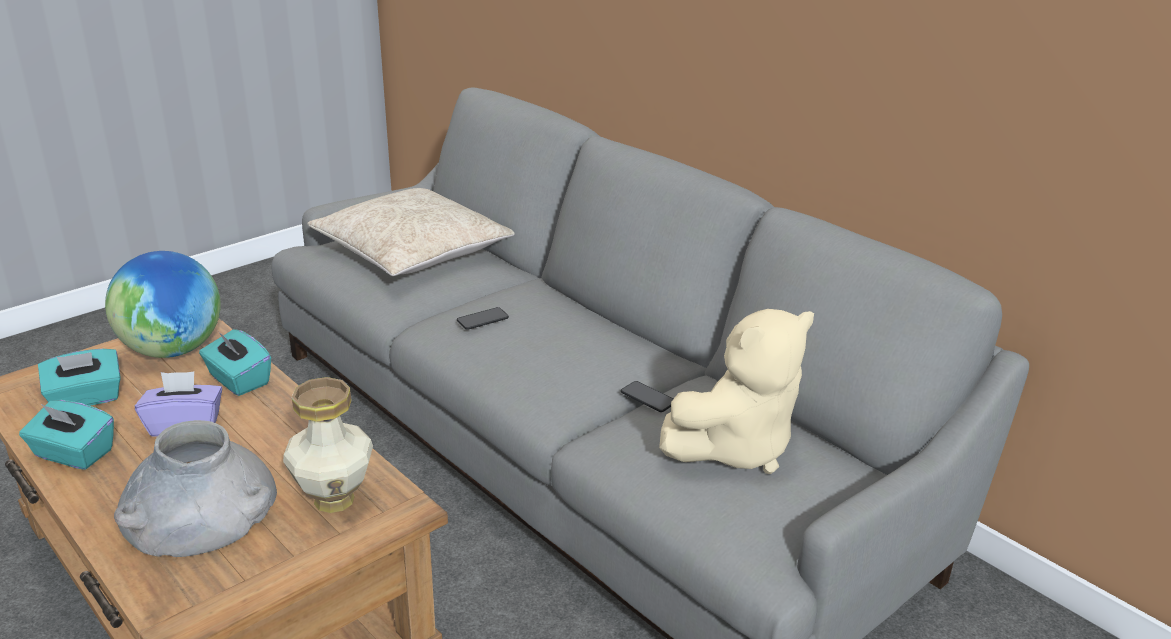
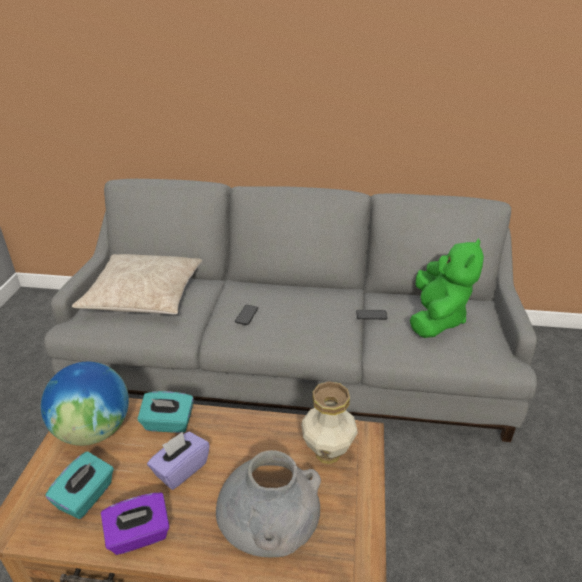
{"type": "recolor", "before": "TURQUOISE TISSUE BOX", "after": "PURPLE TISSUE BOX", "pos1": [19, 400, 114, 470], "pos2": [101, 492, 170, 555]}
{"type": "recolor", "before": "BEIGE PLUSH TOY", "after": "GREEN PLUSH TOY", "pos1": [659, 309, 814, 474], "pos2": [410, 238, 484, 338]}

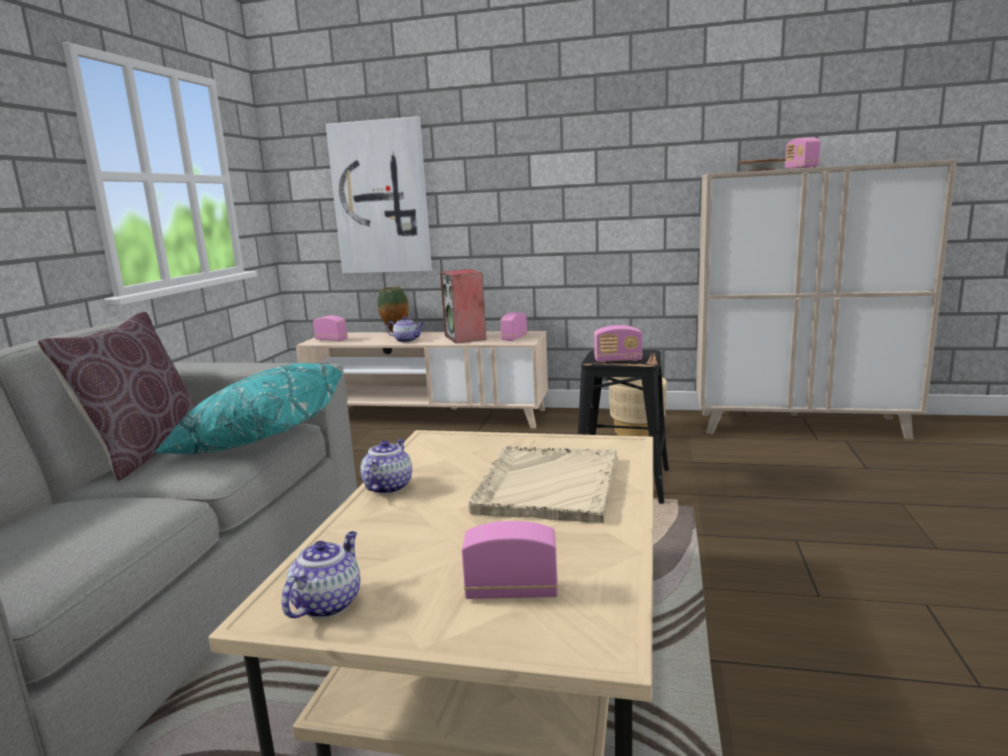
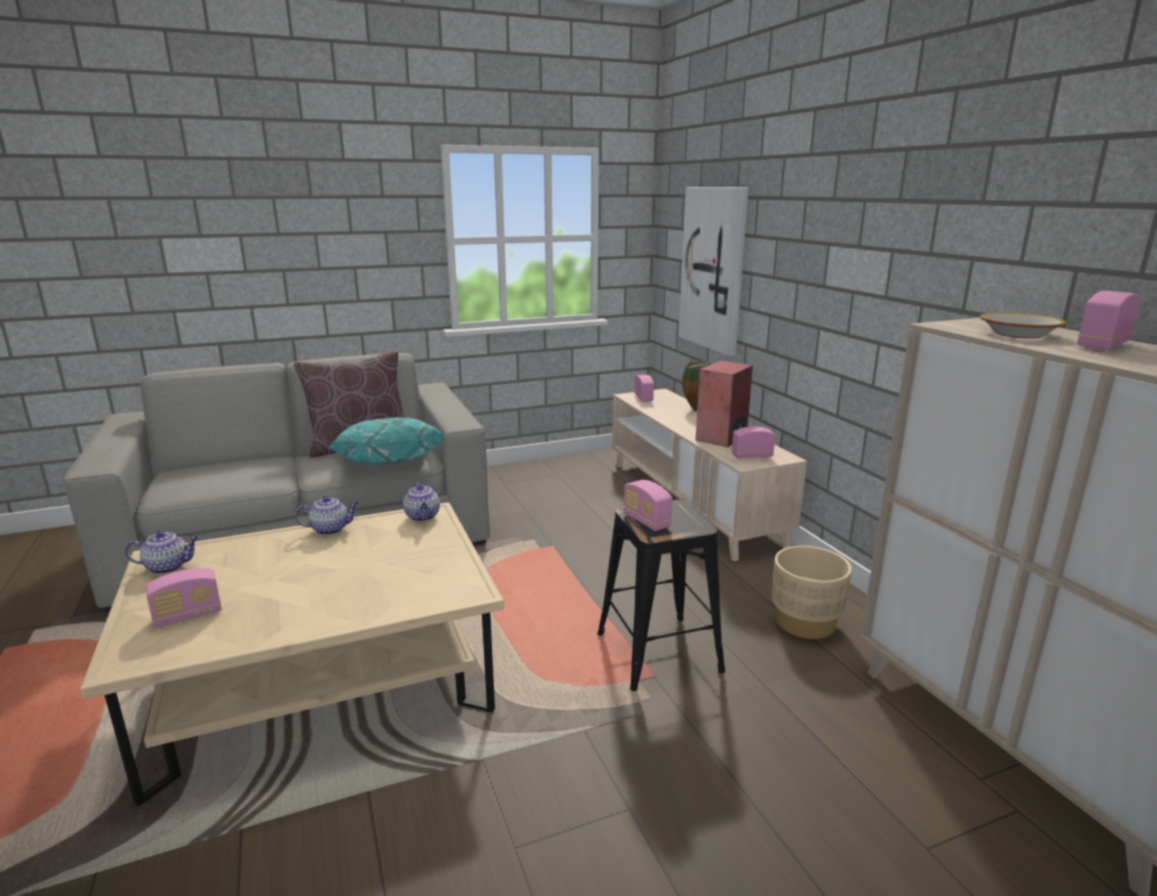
{"type": "delete", "before": "BEIGE TRAY", "pos1": [468, 446, 617, 523]}
{"type": "move", "before": "TEAPOT", "pos1": [386, 317, 424, 342], "pos2": [403, 482, 440, 522]}
{"type": "rotate", "before": "RADIO", "pos1": [462, 521, 558, 599], "pos2": [146, 568, 221, 628], "turn": 90}

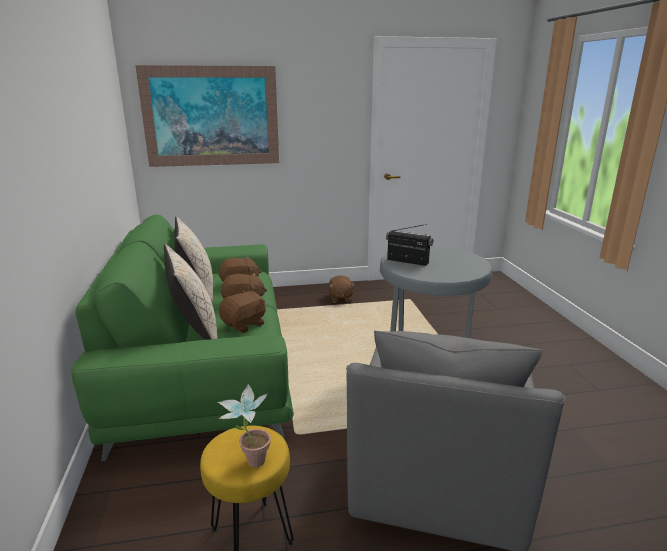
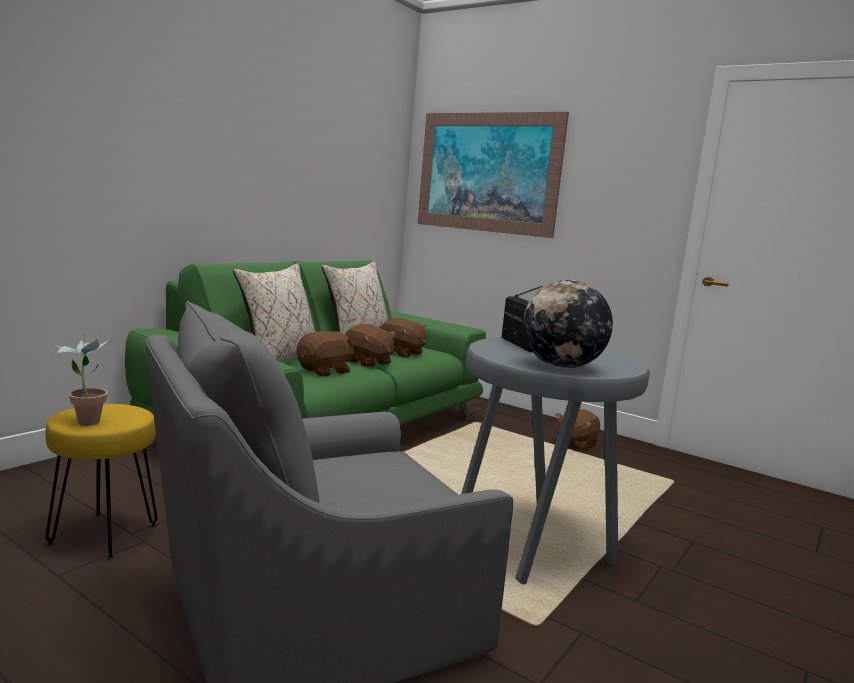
{"type": "insert", "after": "GLOBE", "pos2": [523, 280, 613, 368]}
{"type": "rotate", "before": "BROWN PLUSH TOY", "pos1": [219, 290, 266, 333], "pos2": [297, 331, 354, 377], "turn": -45}

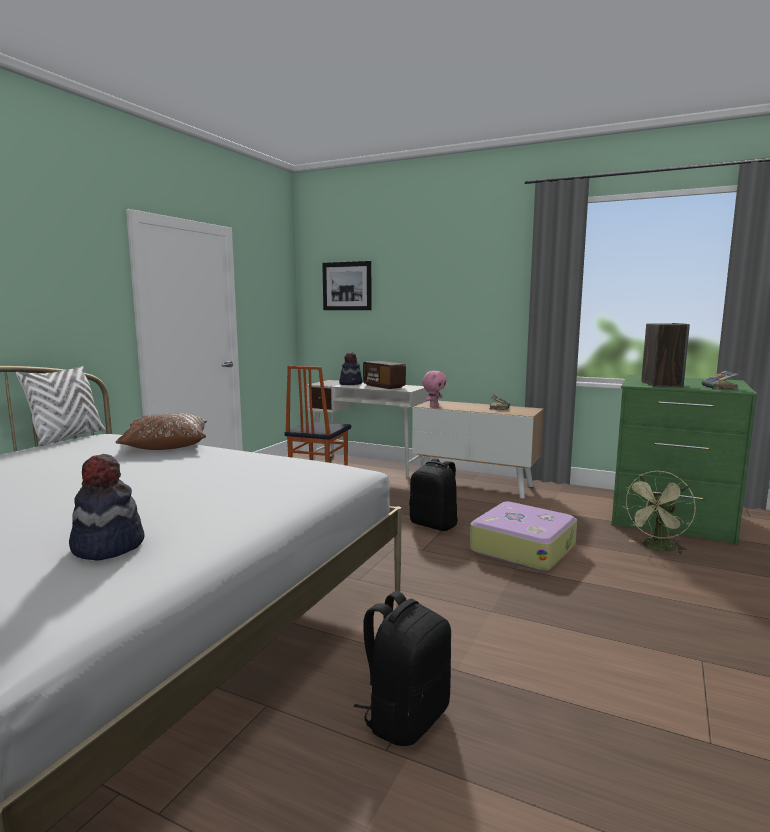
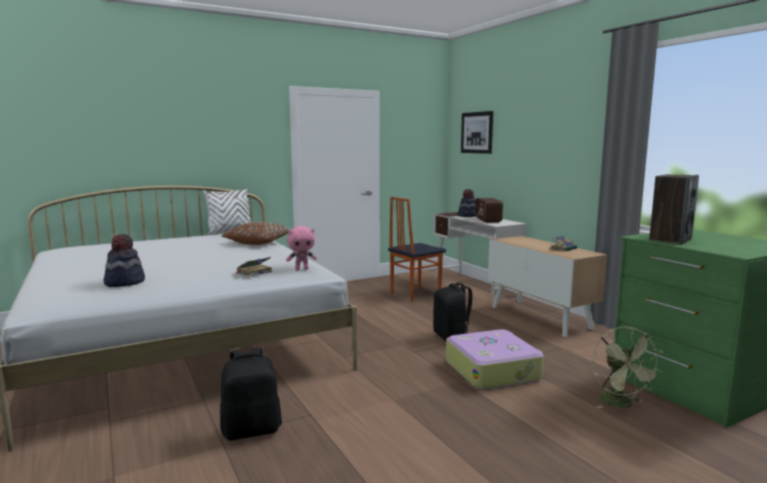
{"type": "move", "before": "PINK PLUSH TOY", "pos1": [422, 371, 447, 407], "pos2": [286, 226, 317, 270]}
{"type": "move", "before": "BOOK", "pos1": [702, 371, 739, 390], "pos2": [236, 257, 273, 277]}
{"type": "rotate", "before": "GREEN FAN", "pos1": [622, 471, 696, 555], "pos2": [592, 326, 663, 409], "turn": -90}

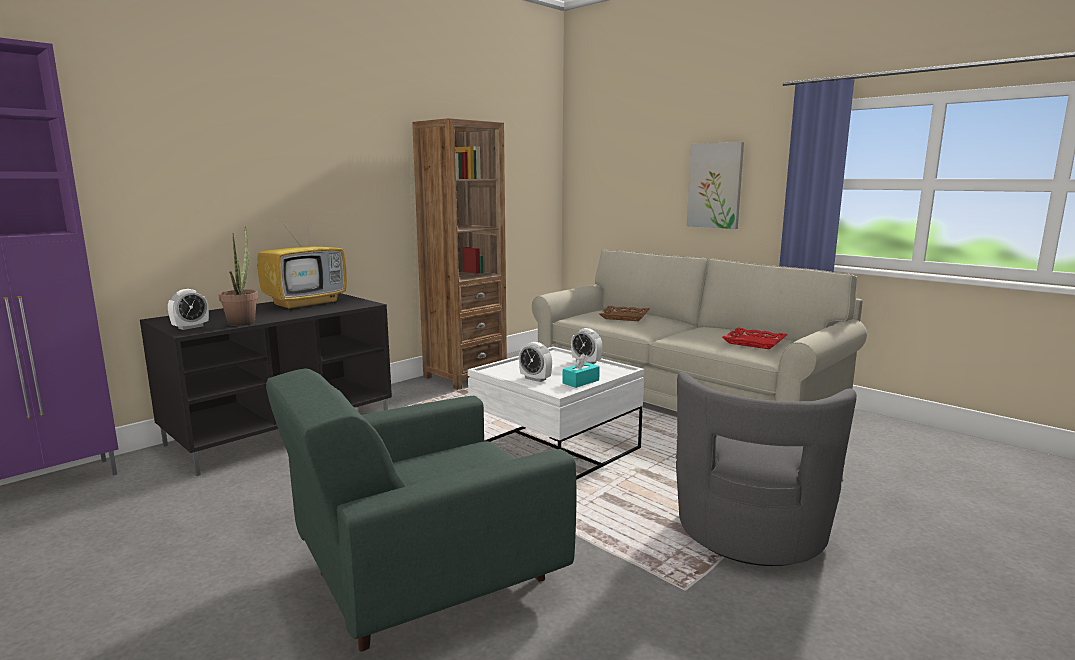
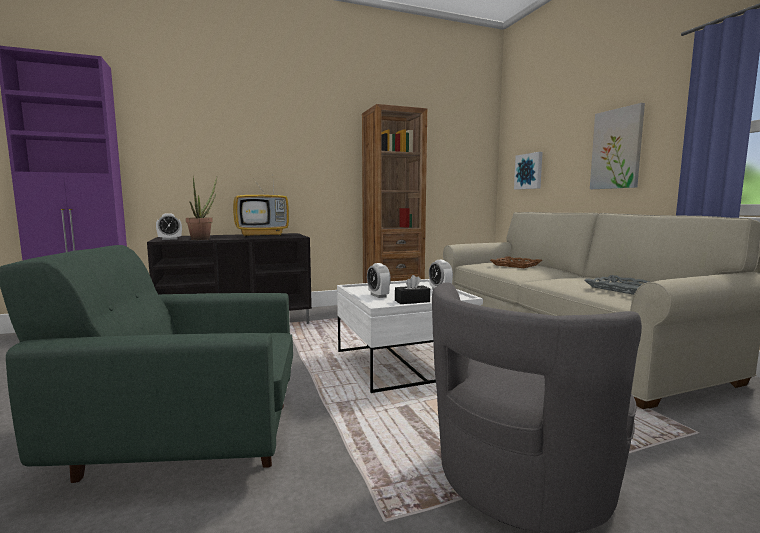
{"type": "insert", "after": "PICTURE", "pos2": [514, 152, 543, 190]}
{"type": "recolor", "before": "TURQUOISE TISSUE BOX", "after": "BLACK TISSUE BOX", "pos1": [563, 353, 600, 388], "pos2": [395, 275, 430, 304]}
{"type": "recolor", "before": "RED TRAY", "after": "GREY TRAY", "pos1": [722, 328, 788, 349], "pos2": [584, 275, 649, 295]}

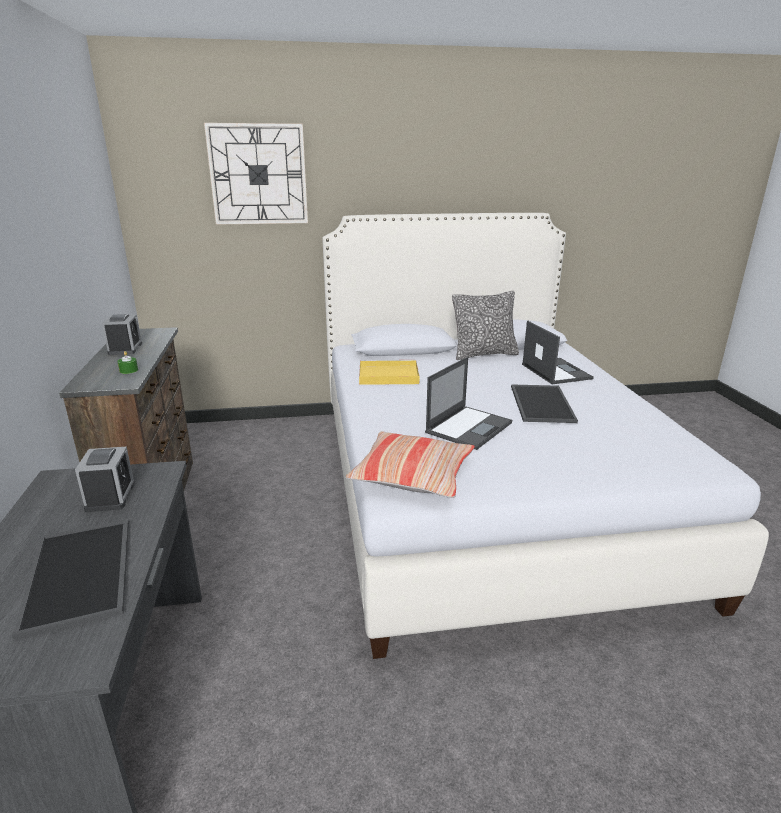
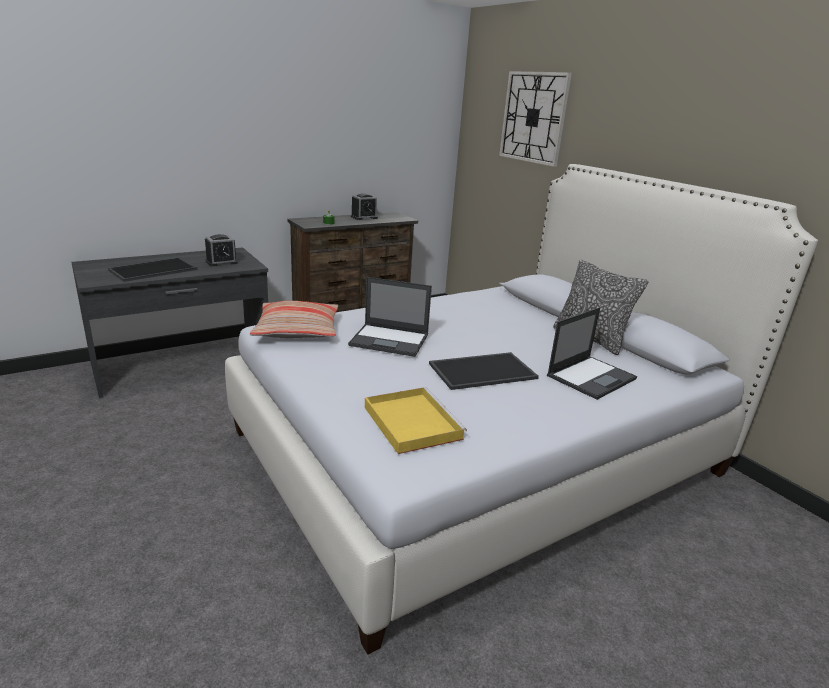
{"type": "move", "before": "YELLOW TRAY", "pos1": [359, 360, 420, 385], "pos2": [365, 387, 467, 454]}

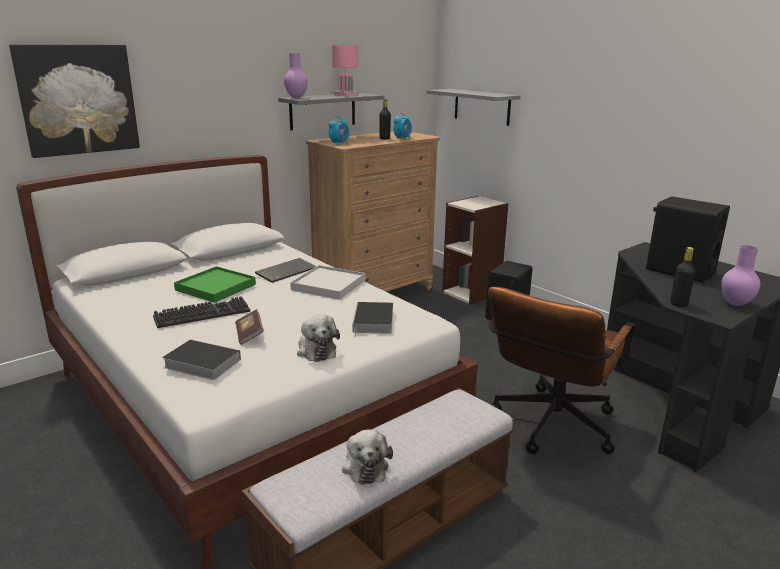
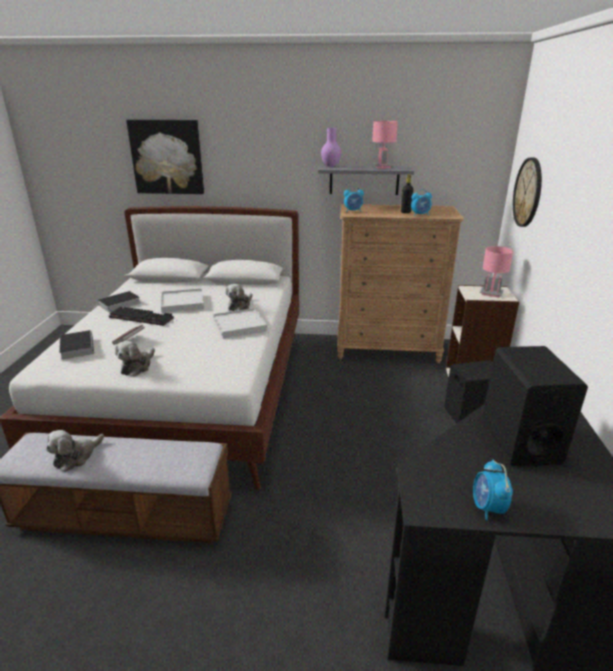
{"type": "delete", "before": "BROWN OFFICE CHAIR", "pos1": [488, 287, 635, 454]}
{"type": "delete", "before": "BLACK BOTTLE", "pos1": [670, 247, 696, 307]}
{"type": "insert", "after": "PINK TABLE LAMP", "pos2": [480, 246, 513, 298]}
{"type": "move", "before": "BOOK", "pos1": [352, 302, 393, 337], "pos2": [94, 291, 140, 312]}
{"type": "replace", "before": "KEYBOARD", "after": "PLUSH TOY", "pos1": [255, 258, 316, 283], "pos2": [226, 284, 253, 311]}
{"type": "replace", "before": "GREY SHELF", "after": "WALL CLOCK", "pos1": [426, 89, 520, 126], "pos2": [513, 157, 542, 227]}
{"type": "replace", "before": "PURPLE VASE", "after": "ALARM CLOCK", "pos1": [721, 245, 760, 306], "pos2": [473, 460, 513, 520]}
{"type": "recolor", "before": "GREEN TRAY", "after": "WHITE TRAY", "pos1": [174, 266, 256, 303], "pos2": [161, 288, 204, 313]}

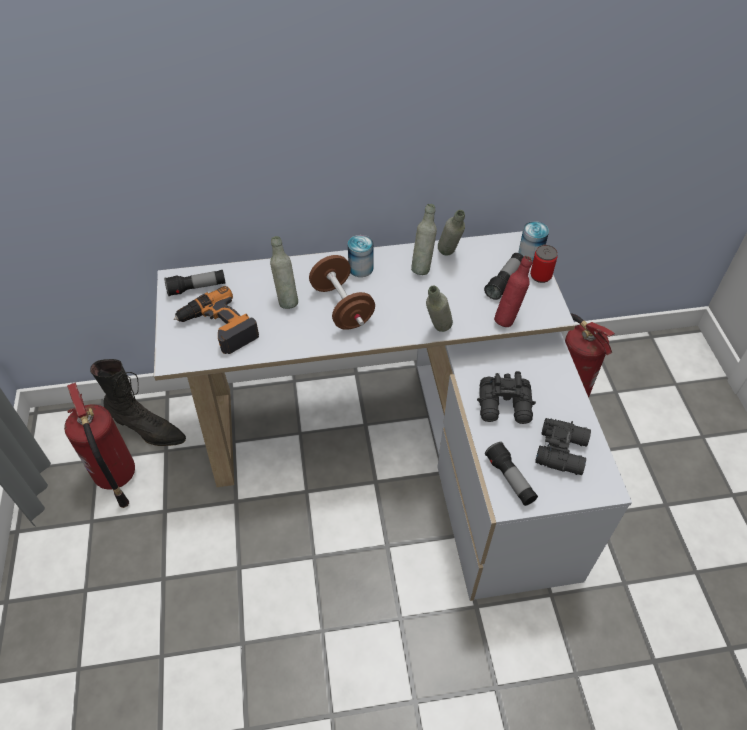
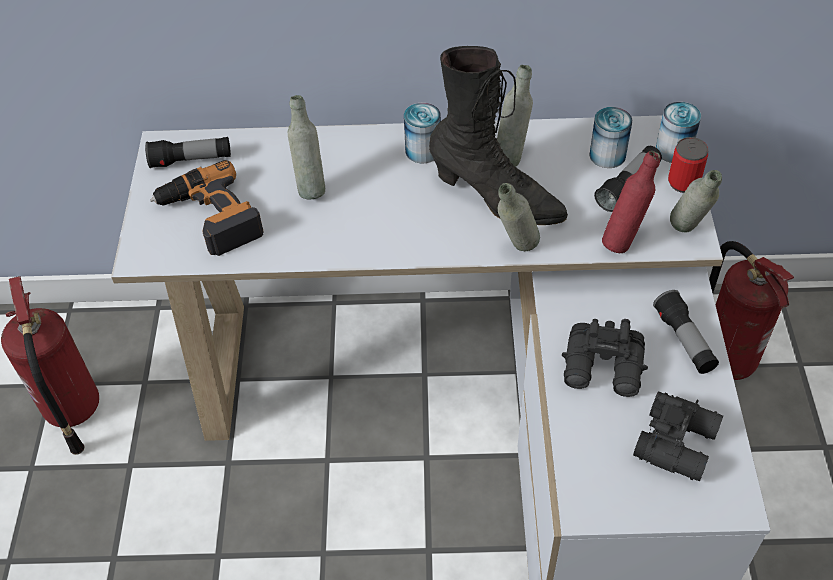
{"type": "delete", "before": "BROWN DUMBBELL", "pos1": [309, 255, 375, 330]}
{"type": "insert", "after": "CAN", "pos2": [589, 107, 632, 168]}
{"type": "move", "before": "BLACK BOOT", "pos1": [90, 359, 186, 446], "pos2": [429, 46, 568, 225]}
{"type": "move", "before": "GREY BOTTLE", "pos1": [438, 210, 465, 255], "pos2": [670, 170, 722, 233]}
{"type": "move", "before": "FLASHLIGHT", "pos1": [485, 442, 538, 506], "pos2": [653, 290, 719, 374]}

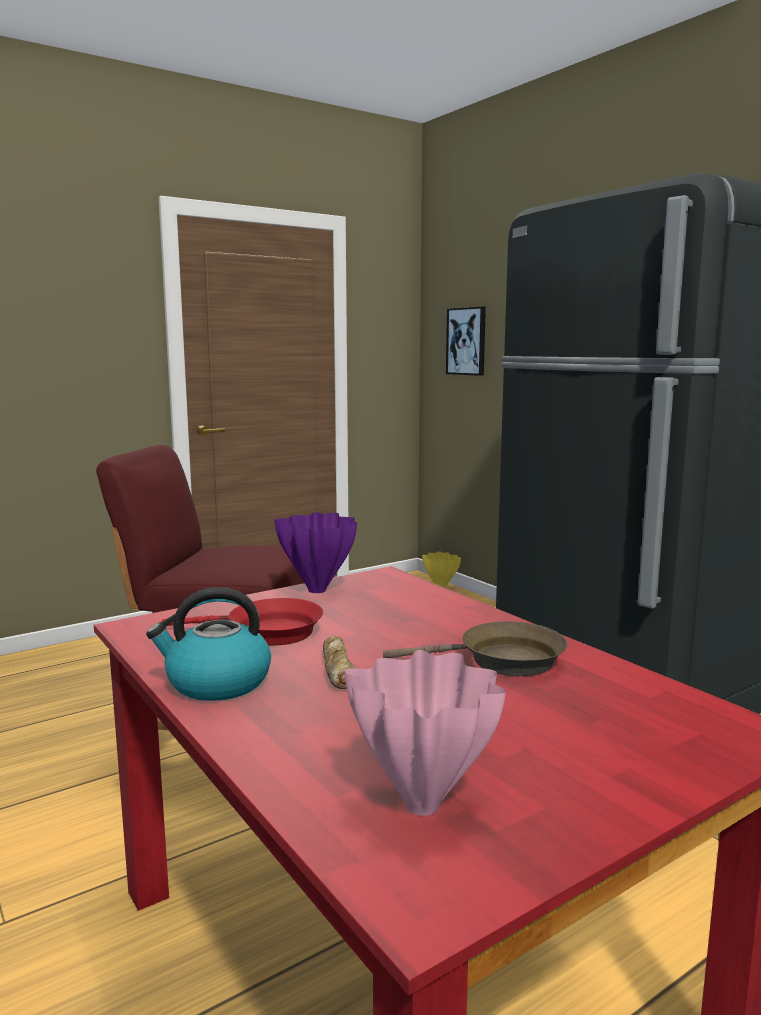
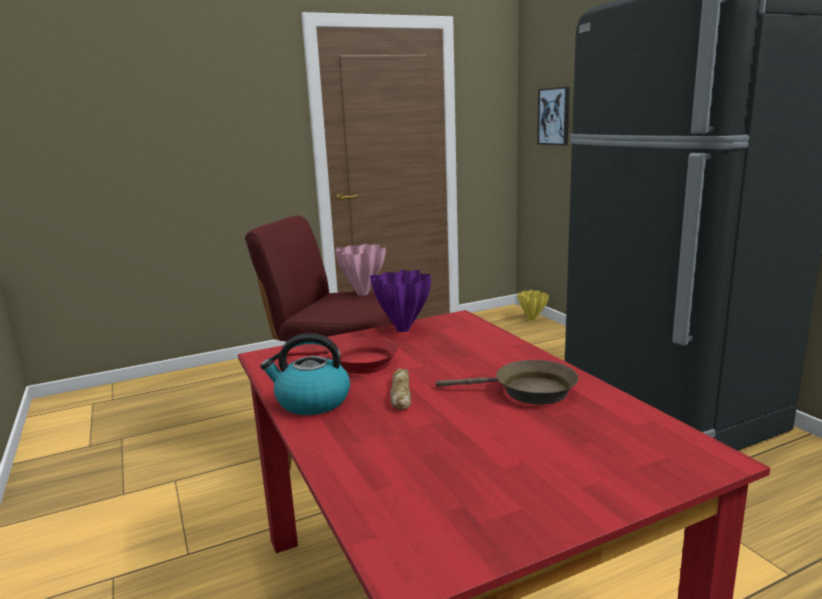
{"type": "move", "before": "PINK VASE", "pos1": [344, 650, 506, 816], "pos2": [336, 244, 386, 295]}

